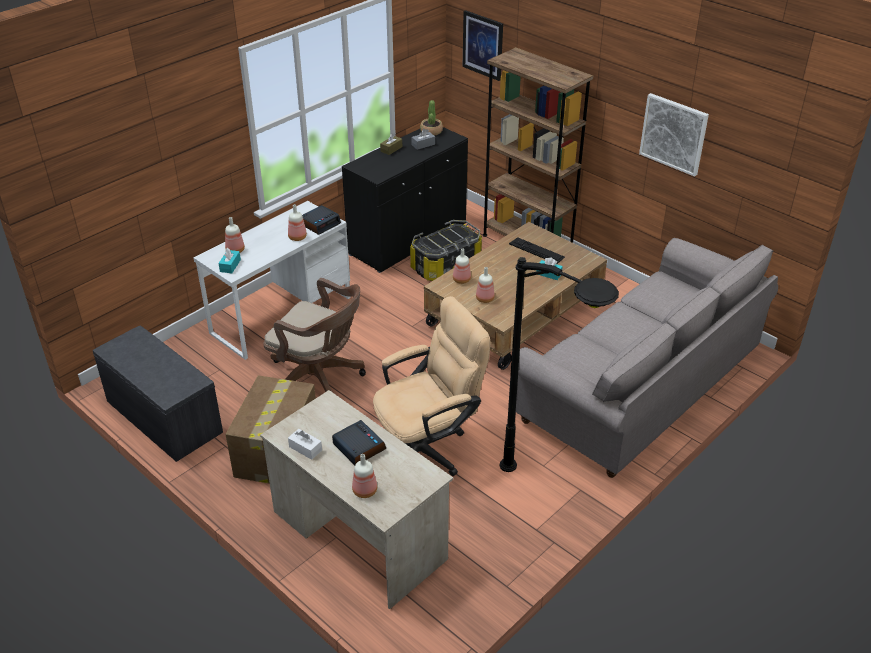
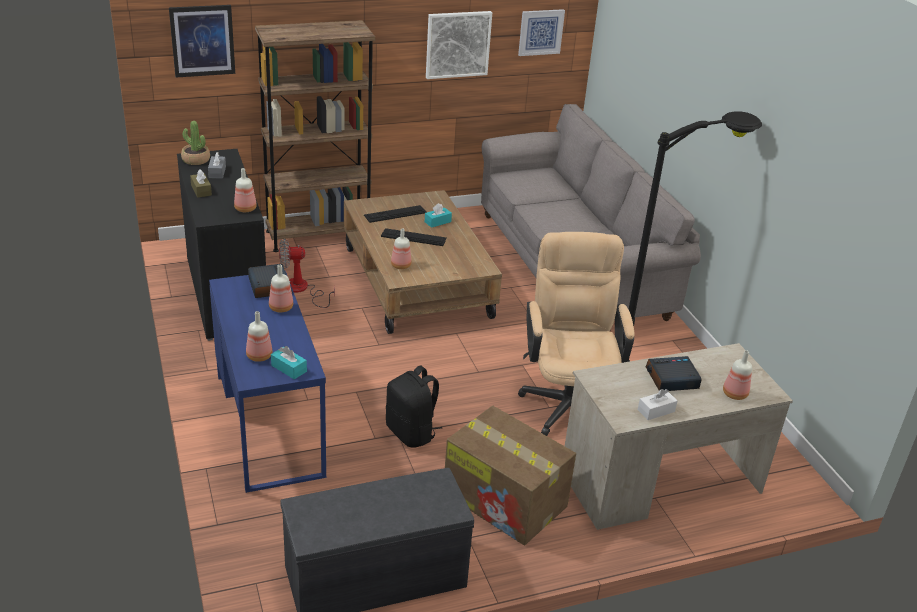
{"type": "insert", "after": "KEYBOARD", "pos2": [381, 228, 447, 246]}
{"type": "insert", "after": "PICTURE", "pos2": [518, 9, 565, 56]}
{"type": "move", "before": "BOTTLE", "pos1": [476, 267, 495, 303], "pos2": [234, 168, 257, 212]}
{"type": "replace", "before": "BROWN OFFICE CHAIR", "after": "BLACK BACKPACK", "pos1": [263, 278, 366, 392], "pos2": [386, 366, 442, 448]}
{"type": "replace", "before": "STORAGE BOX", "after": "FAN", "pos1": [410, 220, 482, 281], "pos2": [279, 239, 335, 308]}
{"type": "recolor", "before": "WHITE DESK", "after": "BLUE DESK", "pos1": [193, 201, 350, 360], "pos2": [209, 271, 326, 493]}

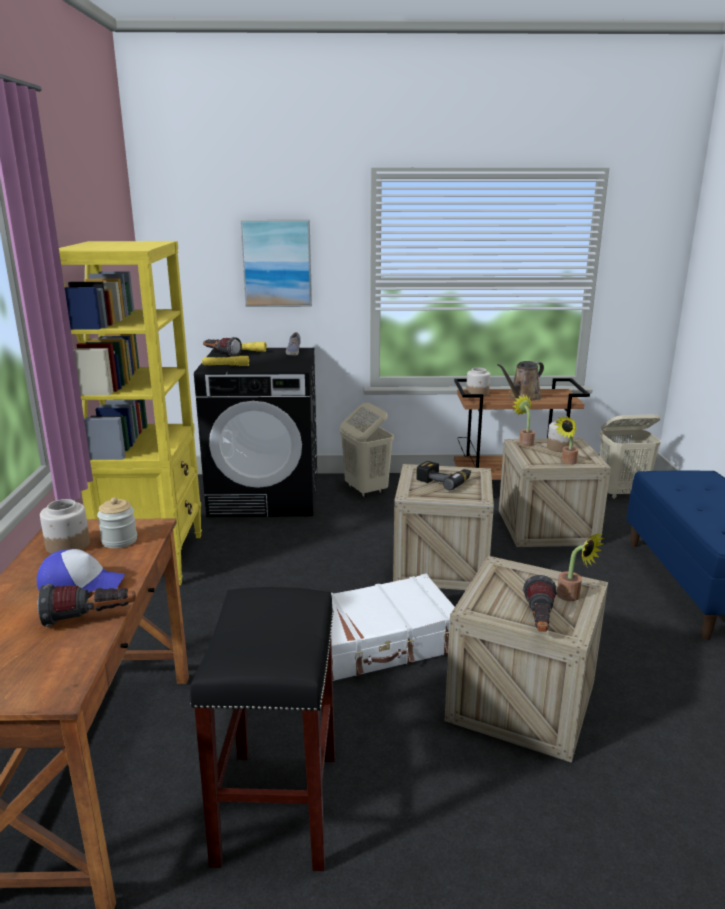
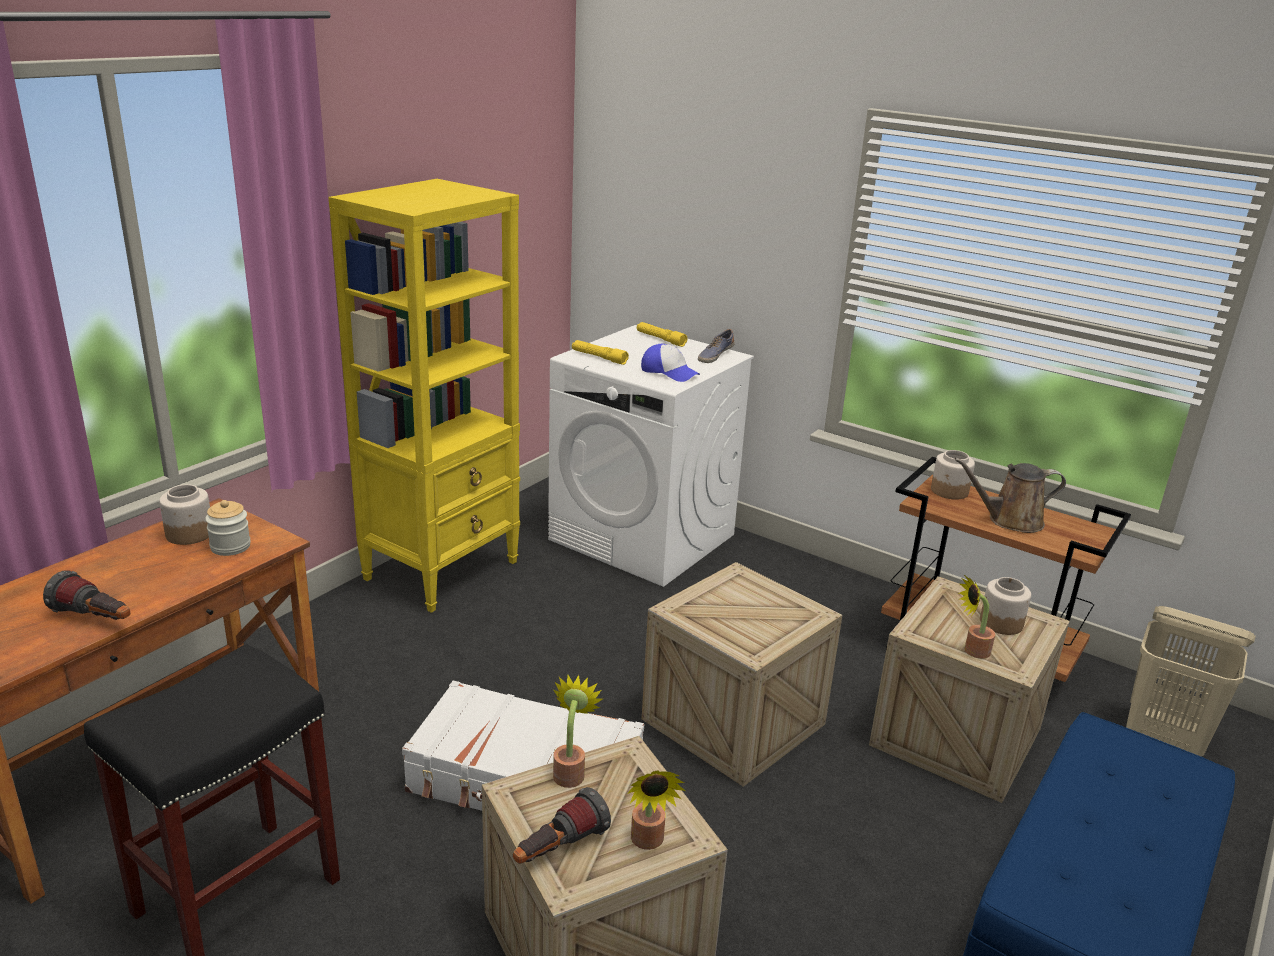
{"type": "delete", "before": "FLASHLIGHT", "pos1": [203, 337, 242, 357]}
{"type": "delete", "before": "PICTURE", "pos1": [240, 220, 312, 307]}
{"type": "delete", "before": "BEIGE LAUNDRY BASKET", "pos1": [340, 403, 394, 497]}
{"type": "delete", "before": "POWER DRILL", "pos1": [416, 461, 471, 490]}
{"type": "move", "before": "CAP", "pos1": [37, 549, 125, 592], "pos2": [641, 344, 700, 382]}
{"type": "move", "before": "POTTED PLANT", "pos1": [512, 395, 535, 446], "pos2": [553, 675, 602, 788]}
{"type": "recolor", "before": "BLACK WASHING MACHINE", "after": "WHITE WASHING MACHINE", "pos1": [194, 348, 317, 517], "pos2": [548, 325, 754, 587]}

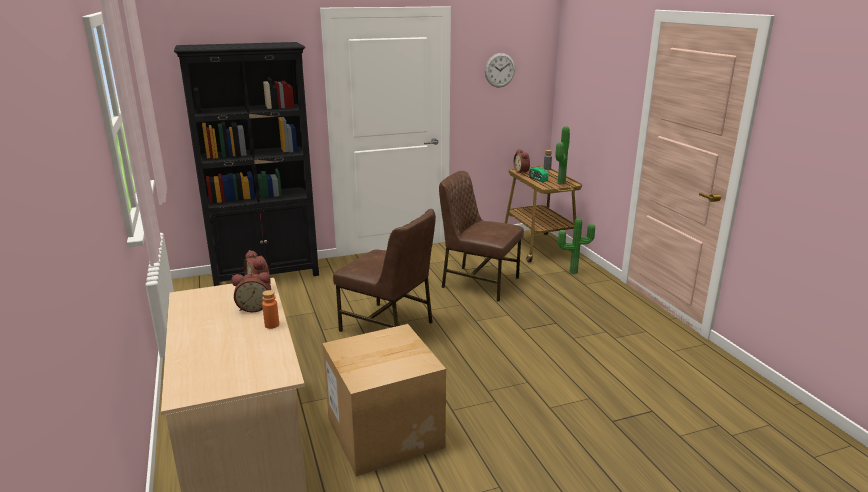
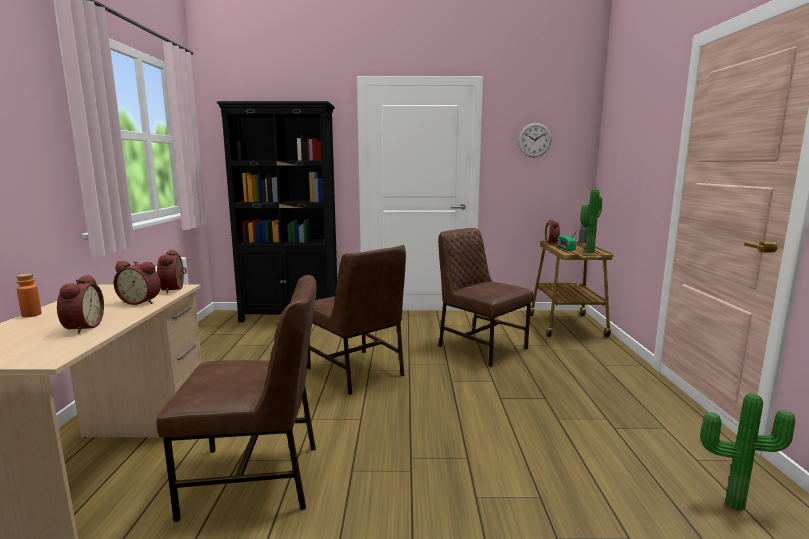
{"type": "insert", "after": "ALARM CLOCK", "pos2": [57, 275, 104, 334]}
{"type": "move", "before": "ORANGE BOTTLE", "pos1": [262, 290, 279, 329], "pos2": [16, 274, 42, 317]}
{"type": "move", "before": "POTTED PLANT", "pos1": [558, 218, 595, 274], "pos2": [700, 393, 795, 511]}
{"type": "replace", "before": "CARDBOARD BOX", "after": "BROWN CHAIR", "pos1": [322, 324, 446, 477], "pos2": [156, 275, 317, 522]}

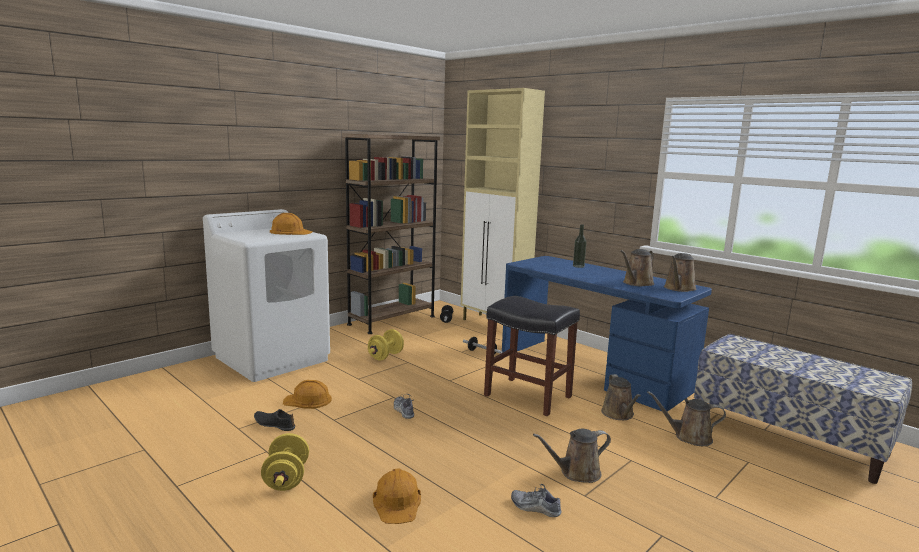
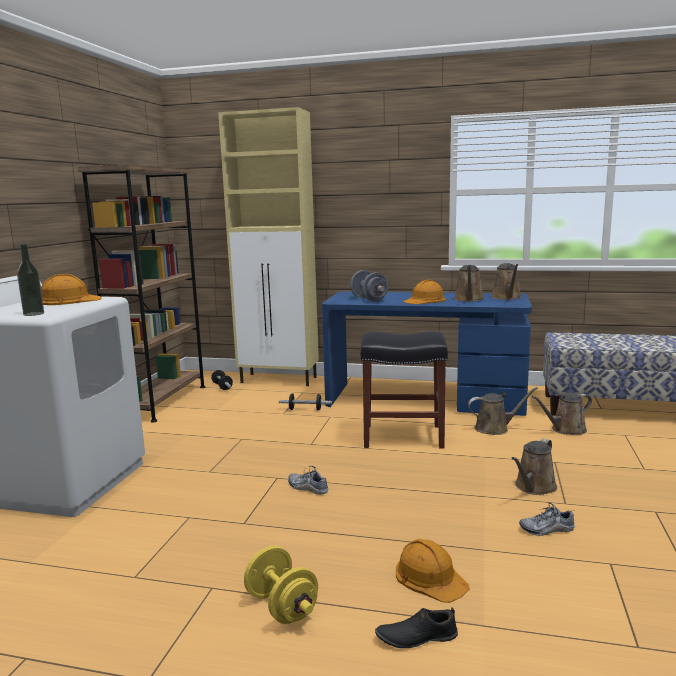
{"type": "delete", "before": "YELLOW DUMBBELL", "pos1": [368, 329, 404, 361]}
{"type": "insert", "after": "GREY DUMBBELL", "pos2": [350, 270, 388, 302]}
{"type": "move", "before": "BLACK SHOE", "pos1": [254, 409, 295, 431], "pos2": [375, 607, 458, 648]}
{"type": "move", "before": "ORANGE HARD HAT", "pos1": [283, 380, 332, 409], "pos2": [403, 280, 446, 304]}
{"type": "move", "before": "BOTTLE", "pos1": [573, 224, 587, 268], "pos2": [17, 244, 44, 316]}
{"type": "rotate", "before": "BROWN WATERING CAN", "pos1": [601, 374, 641, 420], "pos2": [468, 387, 538, 435], "turn": -60}

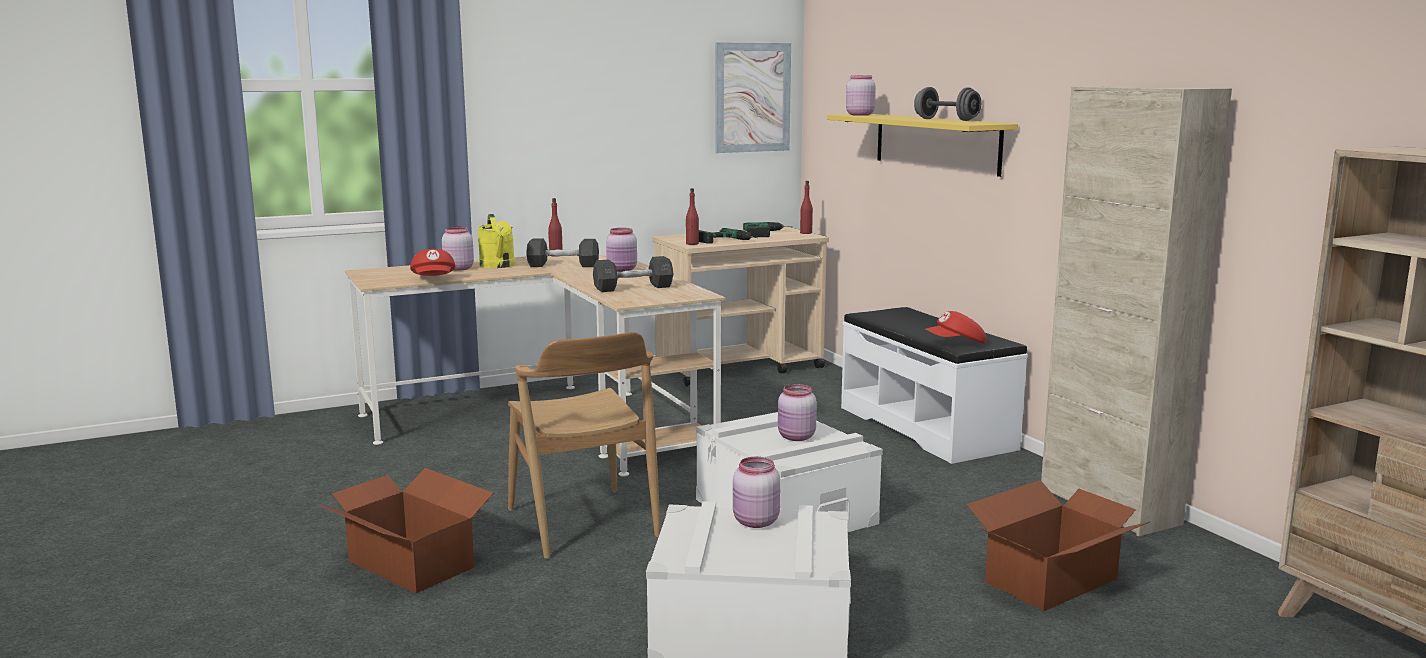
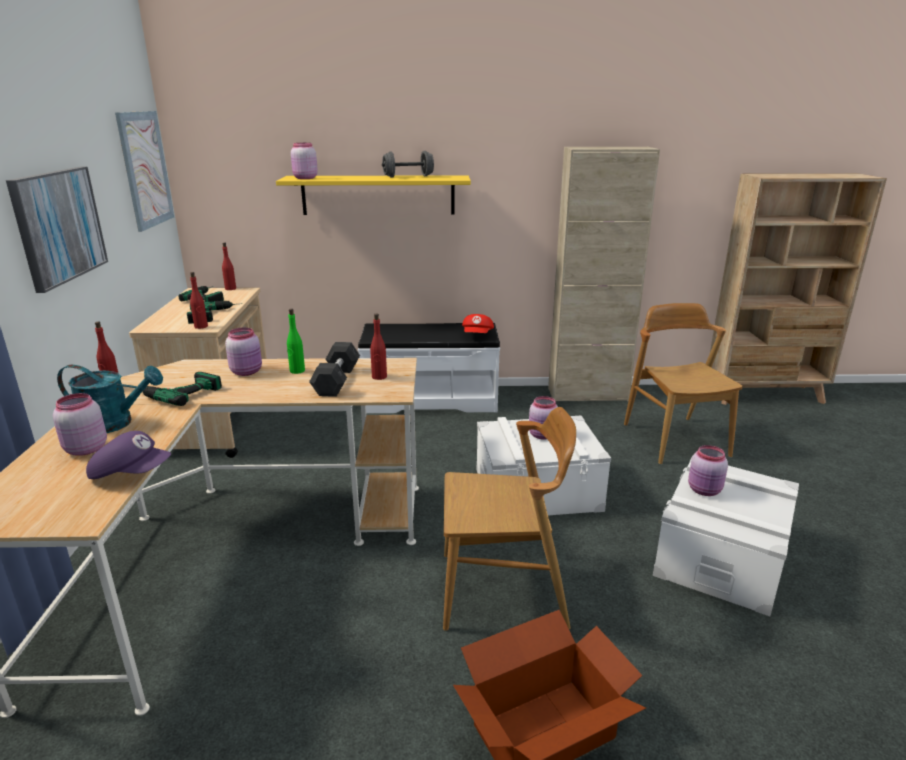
{"type": "insert", "after": "PICTURE", "pos2": [6, 167, 108, 293]}
{"type": "insert", "after": "GREEN BOTTLE", "pos2": [287, 309, 305, 374]}
{"type": "insert", "after": "RED BOTTLE", "pos2": [370, 313, 387, 380]}
{"type": "replace", "before": "GREY DUMBBELL", "after": "POWER DRILL", "pos1": [526, 239, 599, 267], "pos2": [142, 372, 222, 406]}
{"type": "replace", "before": "CARDBOARD BOX", "after": "BROWN CHAIR", "pos1": [966, 480, 1150, 611], "pos2": [624, 303, 742, 464]}
{"type": "recolor", "before": "RED CAP", "after": "PURPLE CAP", "pos1": [410, 249, 456, 276], "pos2": [86, 431, 171, 479]}
{"type": "recolor", "before": "YELLOW WATERING CAN", "after": "TURQUOISE WATERING CAN", "pos1": [477, 214, 515, 268], "pos2": [57, 364, 163, 433]}

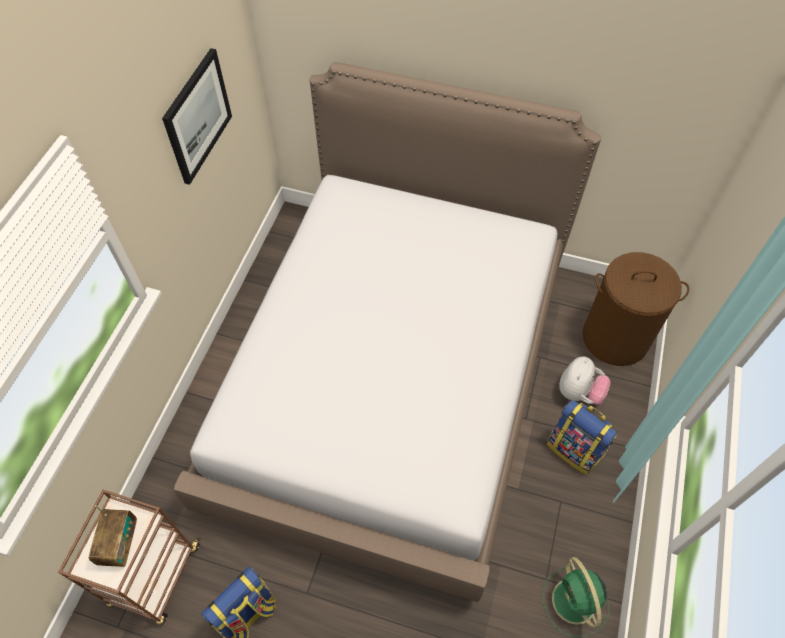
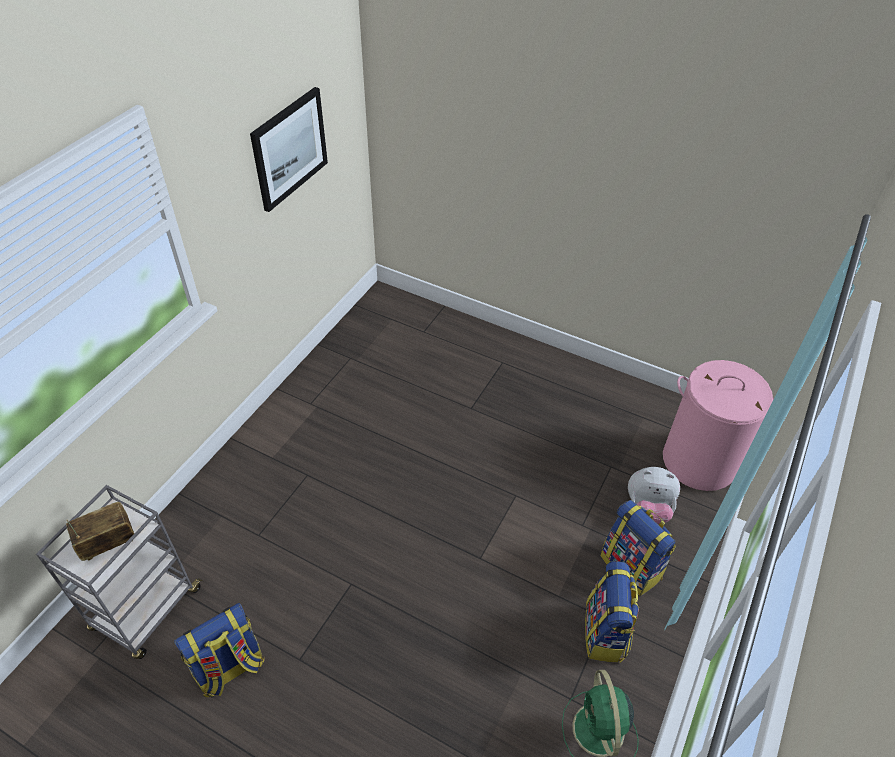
{"type": "delete", "before": "BED", "pos1": [174, 62, 601, 602]}
{"type": "insert", "after": "BACKPACK", "pos2": [585, 561, 639, 663]}
{"type": "recolor", "before": "BROWN CART", "after": "GREY CART", "pos1": [58, 490, 200, 625], "pos2": [36, 485, 203, 659]}
{"type": "recolor", "before": "BROWN LAUNDRY BASKET", "after": "PINK LAUNDRY BASKET", "pos1": [582, 252, 689, 366], "pos2": [663, 360, 774, 491]}
{"type": "rotate", "before": "RADIO", "pos1": [89, 505, 137, 567], "pos2": [66, 502, 134, 561], "turn": -135}
{"type": "rotate", "before": "PLUSH TOY", "pos1": [559, 356, 611, 405], "pos2": [628, 467, 680, 524], "turn": 60}

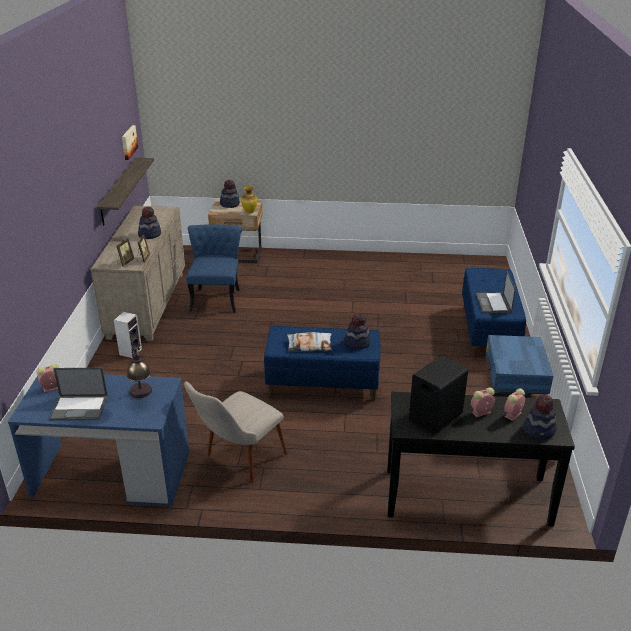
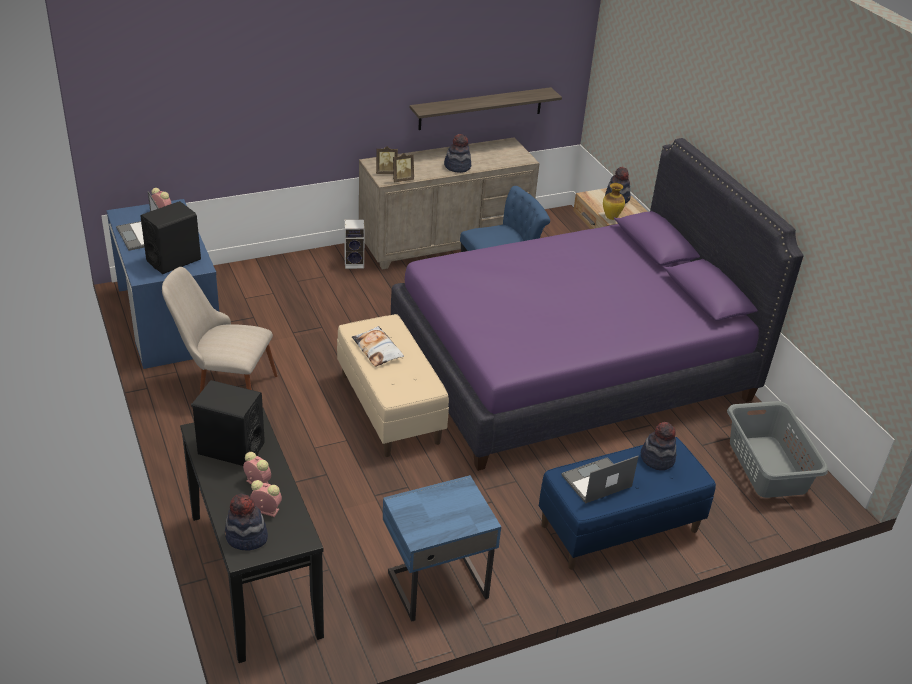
{"type": "delete", "before": "PICTURE", "pos1": [122, 125, 138, 160]}
{"type": "insert", "after": "PURPLE BED", "pos2": [391, 138, 804, 471]}
{"type": "insert", "after": "GREY LAUNDRY BASKET", "pos2": [727, 401, 828, 498]}
{"type": "move", "before": "HAT", "pos1": [344, 313, 370, 350], "pos2": [641, 422, 676, 470]}
{"type": "replace", "before": "TABLE LAMP", "after": "BLACK SPEAKER", "pos1": [127, 346, 152, 398], "pos2": [140, 201, 201, 274]}
{"type": "recolor", "before": "BLUE BENCH", "after": "BEIGE BENCH", "pos1": [264, 326, 380, 401], "pos2": [337, 314, 449, 457]}

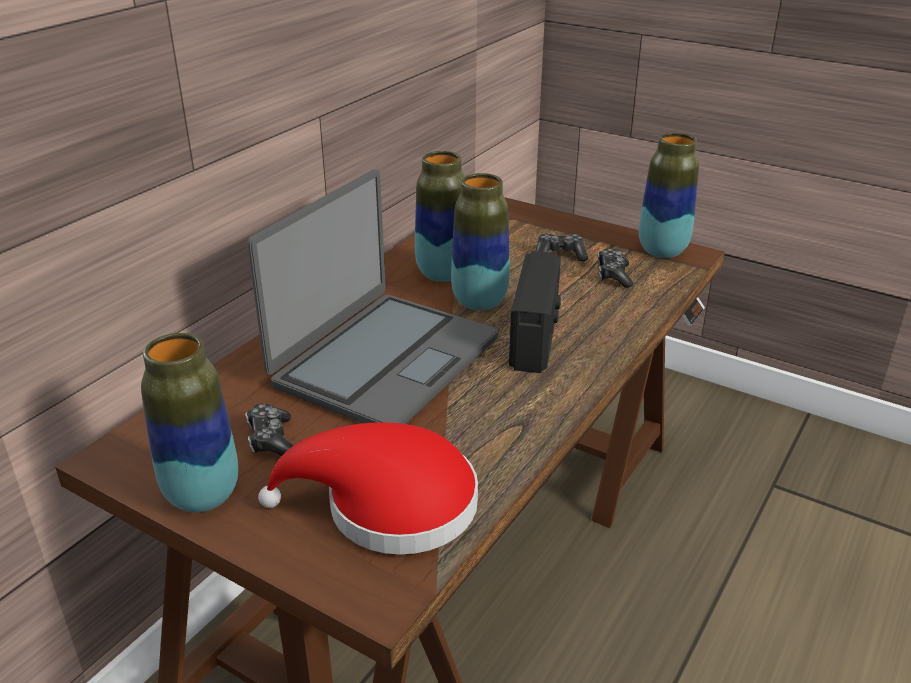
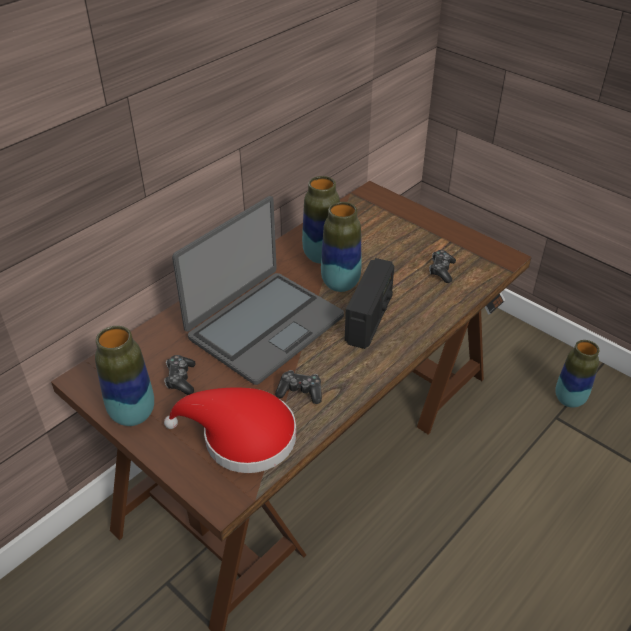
{"type": "move", "before": "GAME CONTROLLER", "pos1": [536, 234, 588, 262], "pos2": [275, 370, 322, 404]}
{"type": "move", "before": "VASE", "pos1": [639, 132, 699, 258], "pos2": [555, 340, 599, 408]}

